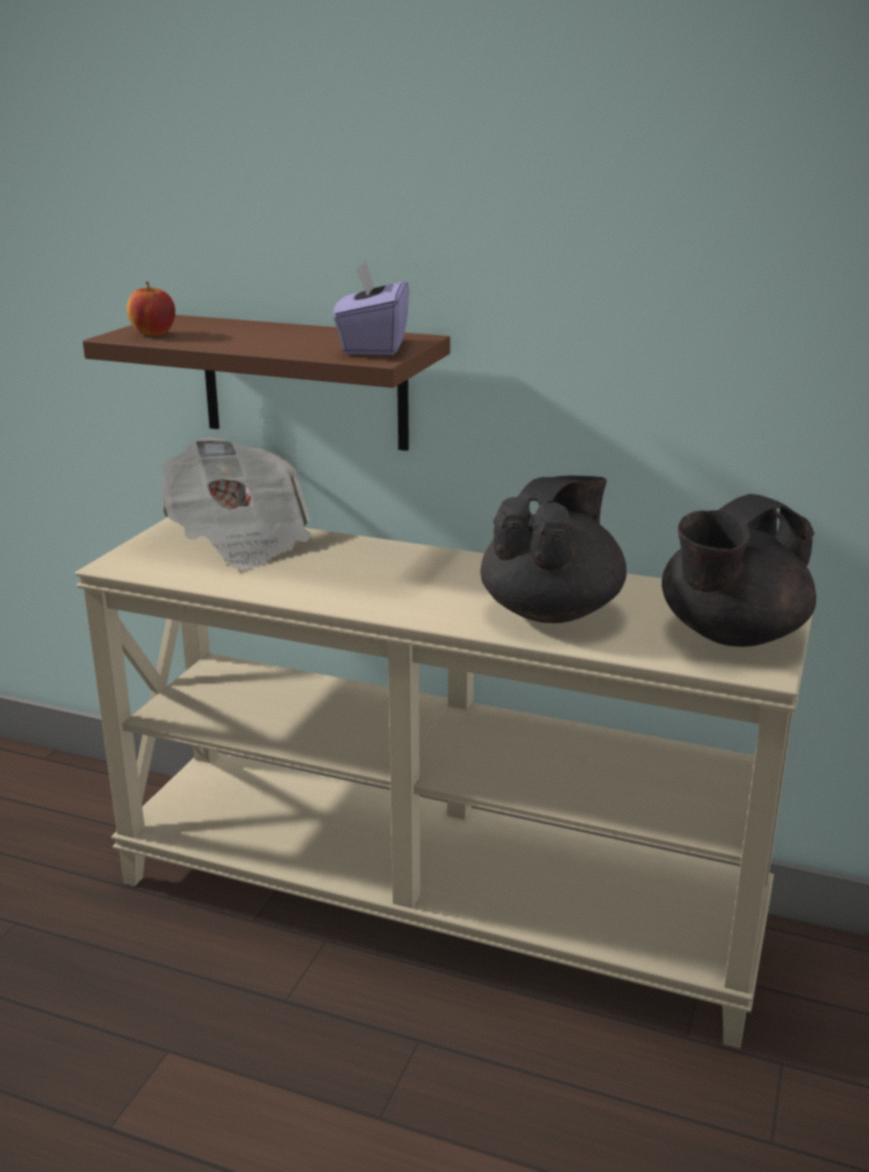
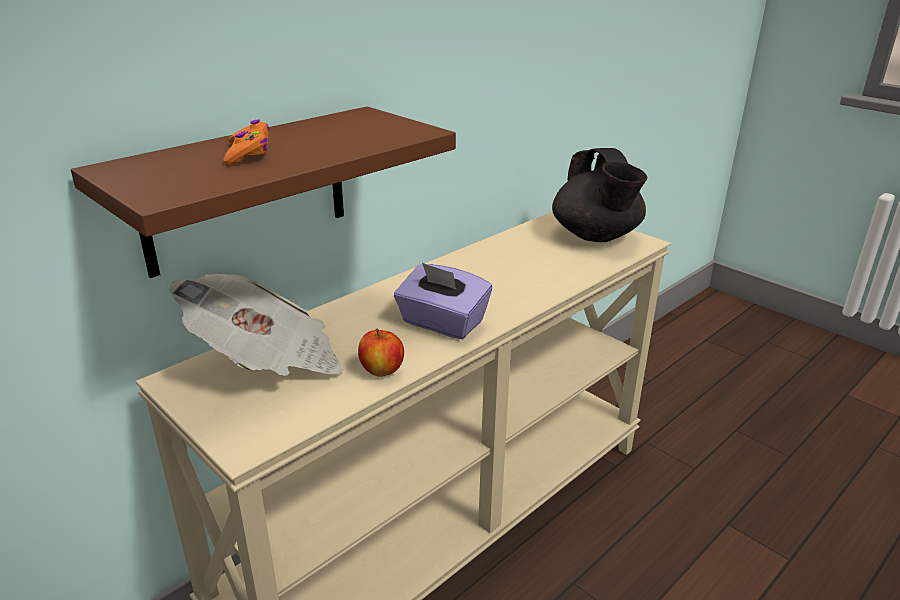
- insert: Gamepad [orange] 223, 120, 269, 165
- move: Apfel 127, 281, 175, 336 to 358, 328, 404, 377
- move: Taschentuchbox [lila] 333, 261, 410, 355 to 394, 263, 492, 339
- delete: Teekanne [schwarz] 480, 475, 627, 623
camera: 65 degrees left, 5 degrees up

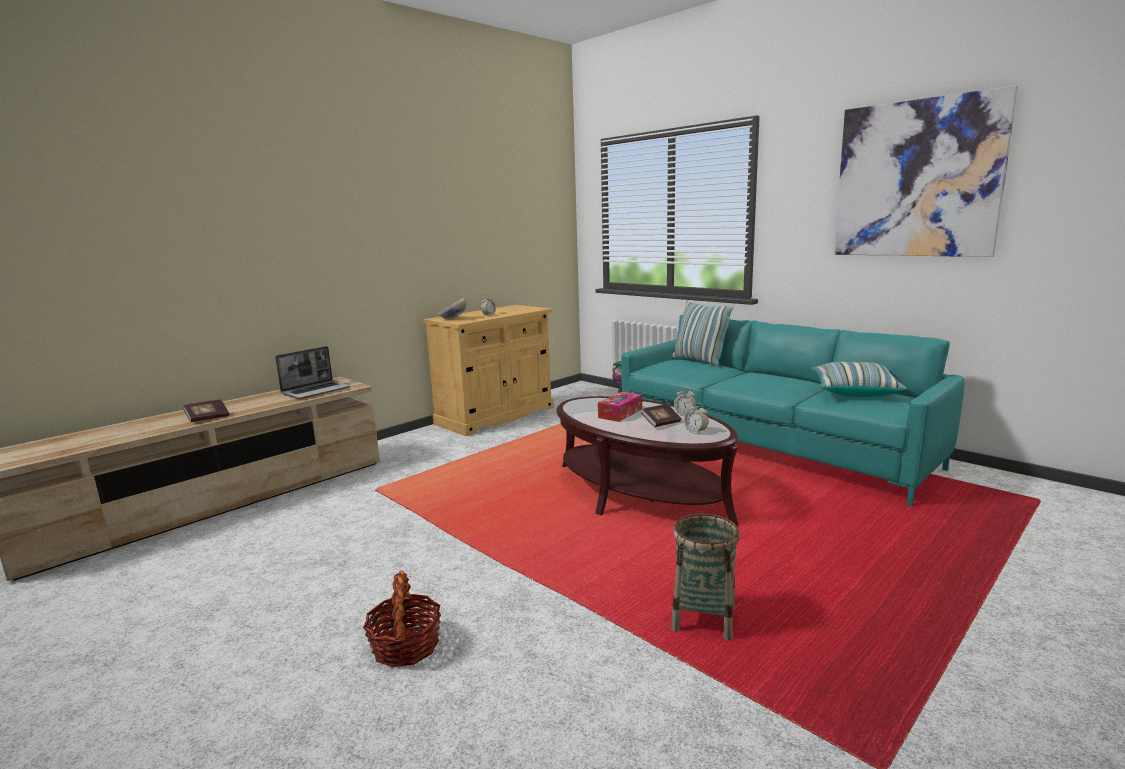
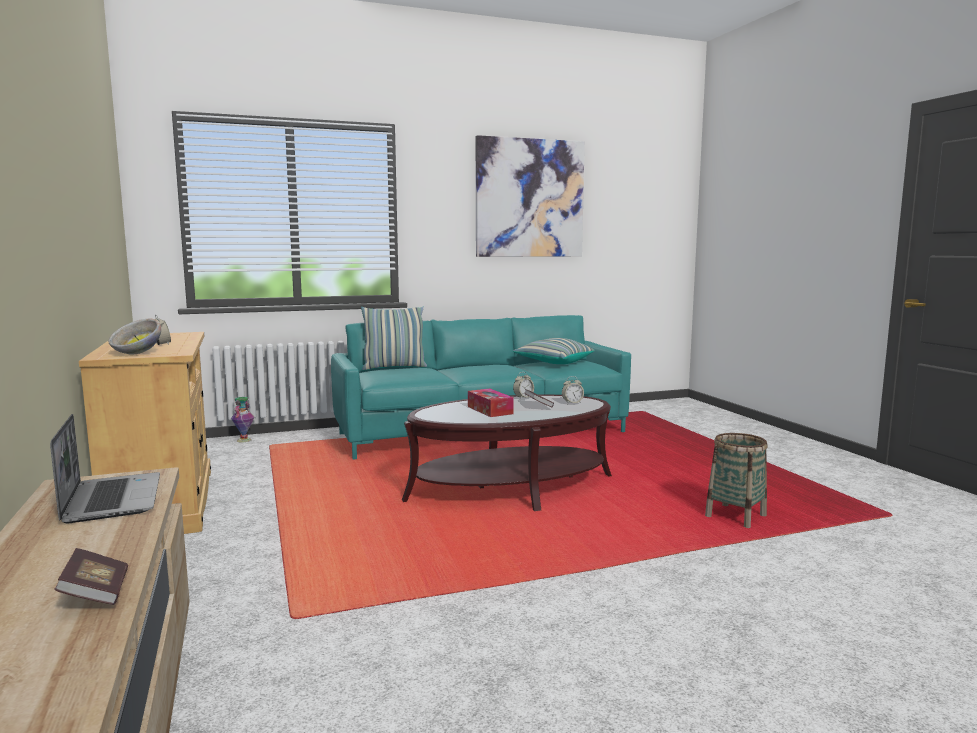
- delete: Korb 363, 571, 441, 668
camera: 65 degrees left, 5 degrees down

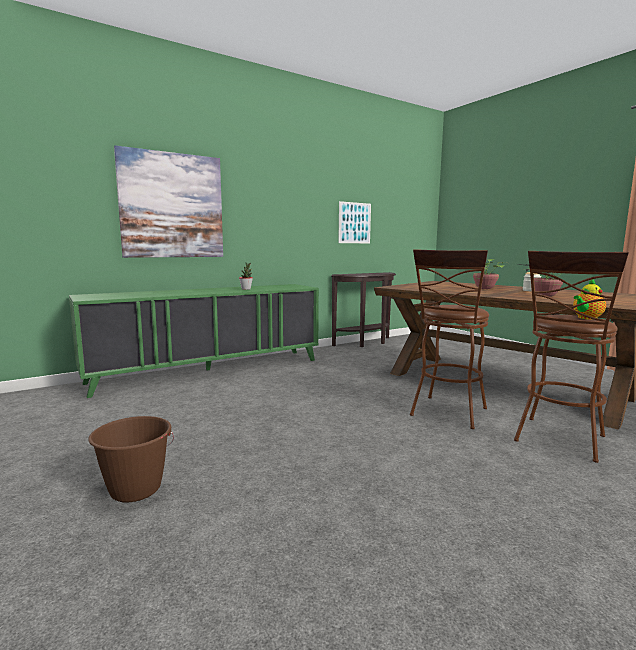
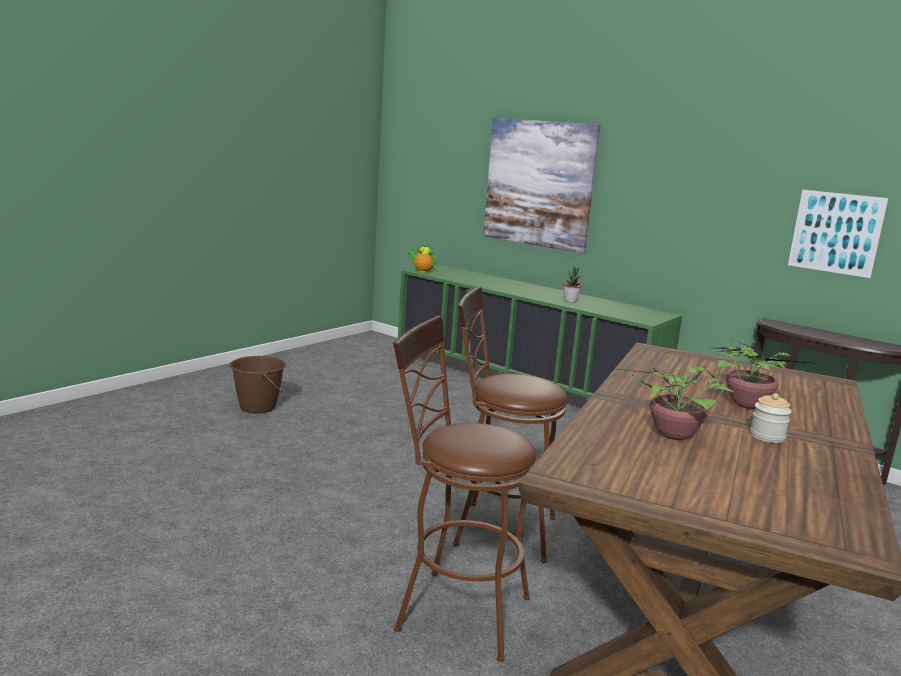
- move: Teekanne 573, 279, 606, 320 to 408, 243, 436, 273
camera: 70 degrees right, 5 degrees up

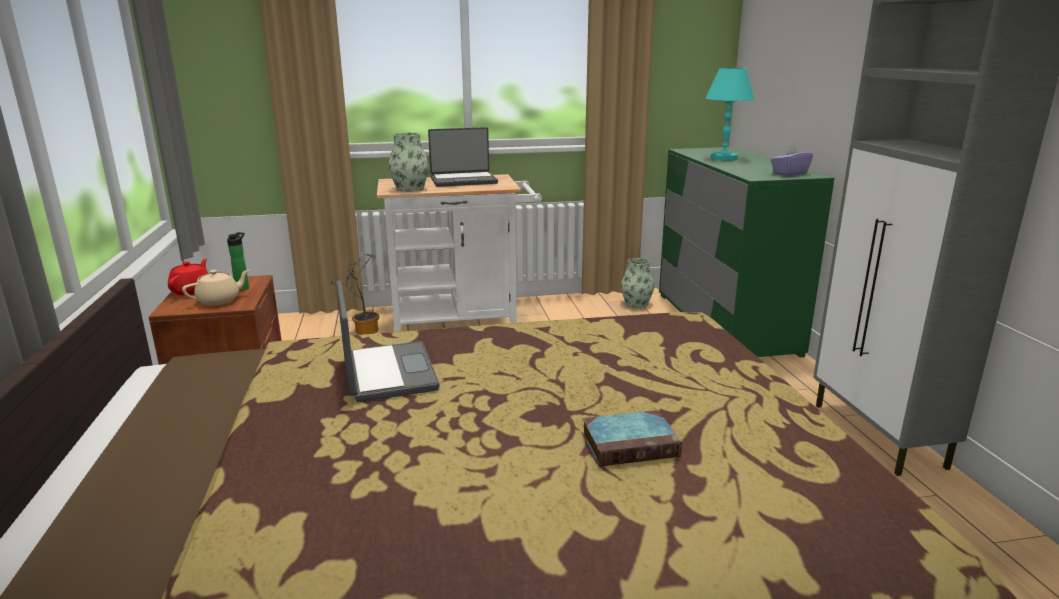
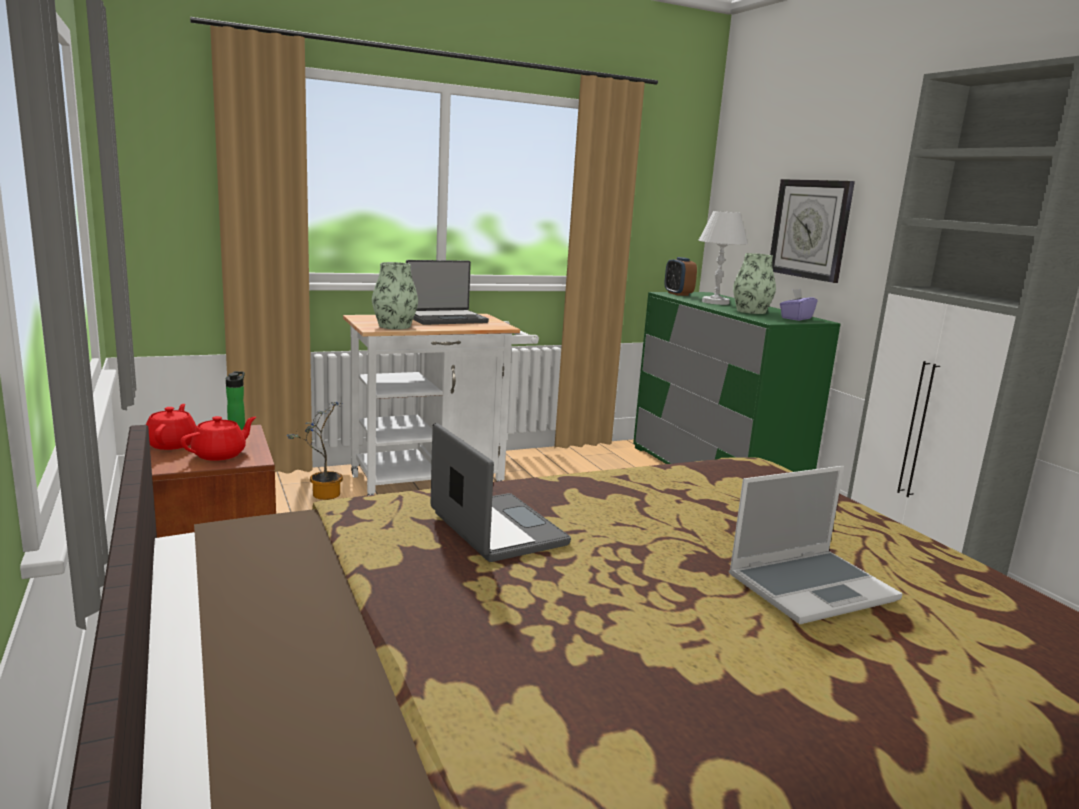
- recolor: Teekanne [beige] 182, 270, 250, 305 to Teekanne [rot] 180, 416, 256, 461
- insert: Wecker 664, 257, 697, 296
- recolor: Tischlampe [türkis] 705, 68, 754, 160 to Tischlampe [weiß] 698, 211, 748, 305
- replace: Buch 582, 410, 682, 467 to Laptop 729, 466, 903, 624
- move: Vase 621, 258, 654, 308 to 733, 253, 776, 314
- insert: Wanduhr 770, 179, 855, 283
camera: 15 degrees left, 5 degrees down

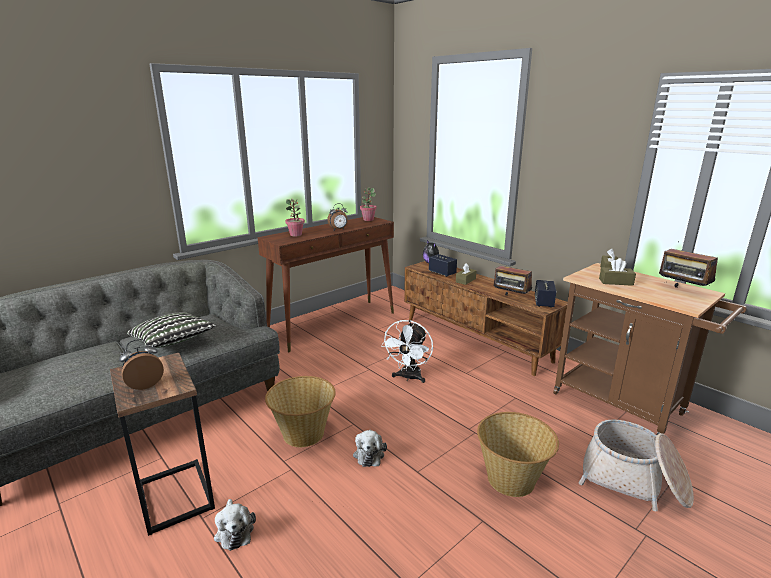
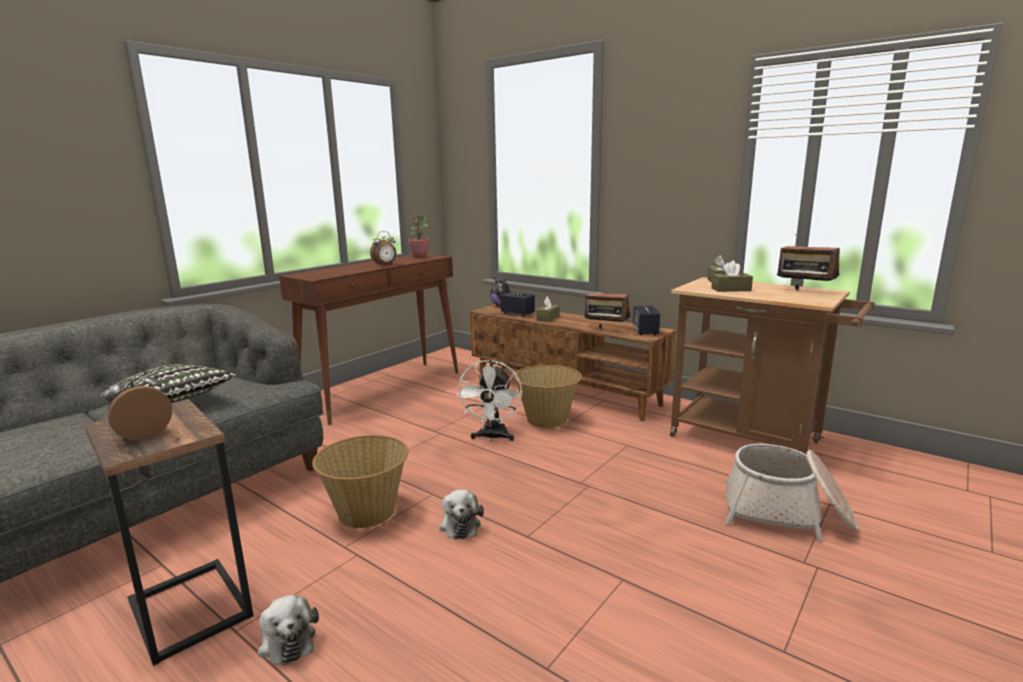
- move: Korb 477, 412, 559, 497 to 514, 365, 582, 428
- delete: Topfpflanze 285, 199, 305, 236
camera: 10 degrees left, 5 degrees down

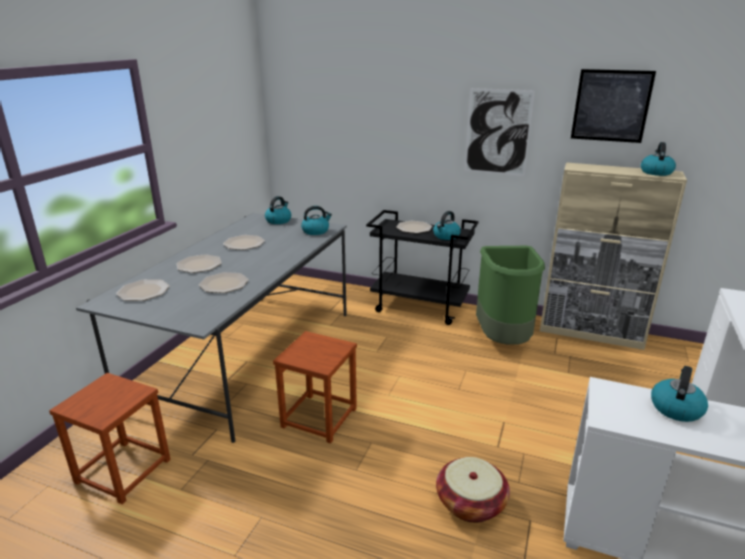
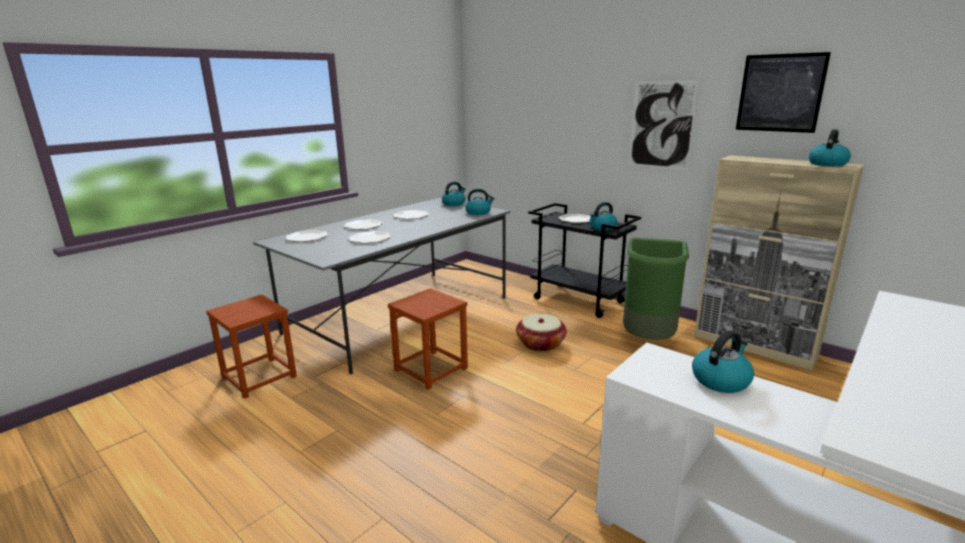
- move: Korb 436, 457, 510, 523 to 516, 314, 567, 351
camera: 20 degrees right, 5 degrees down

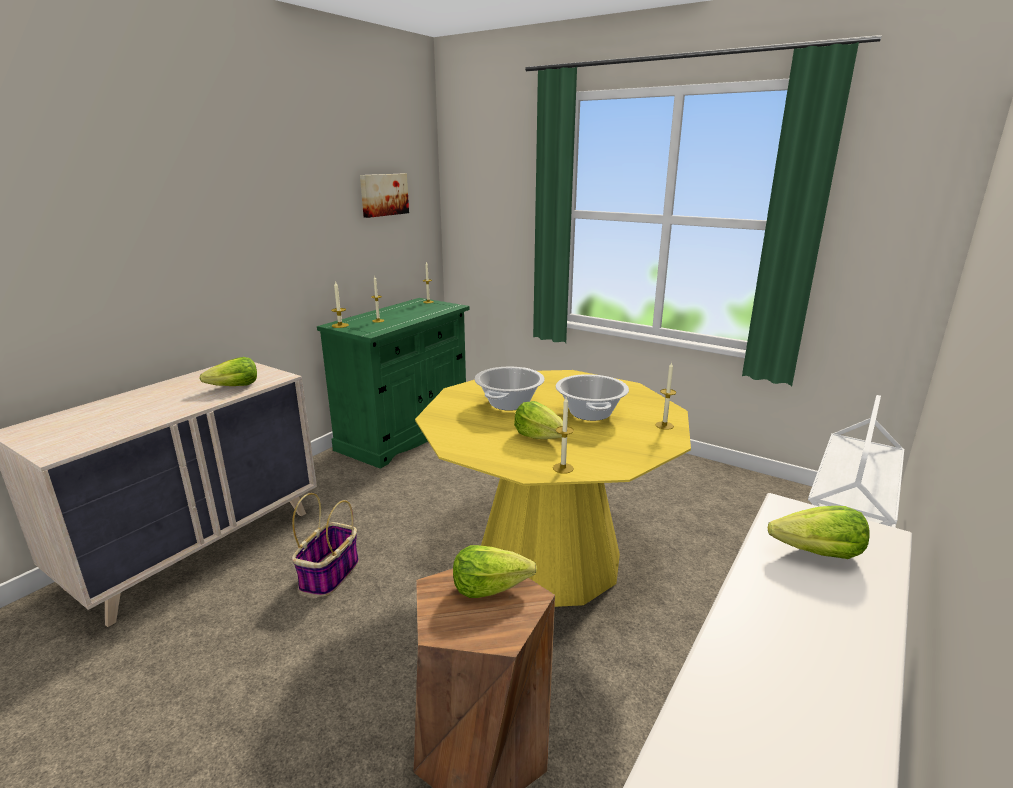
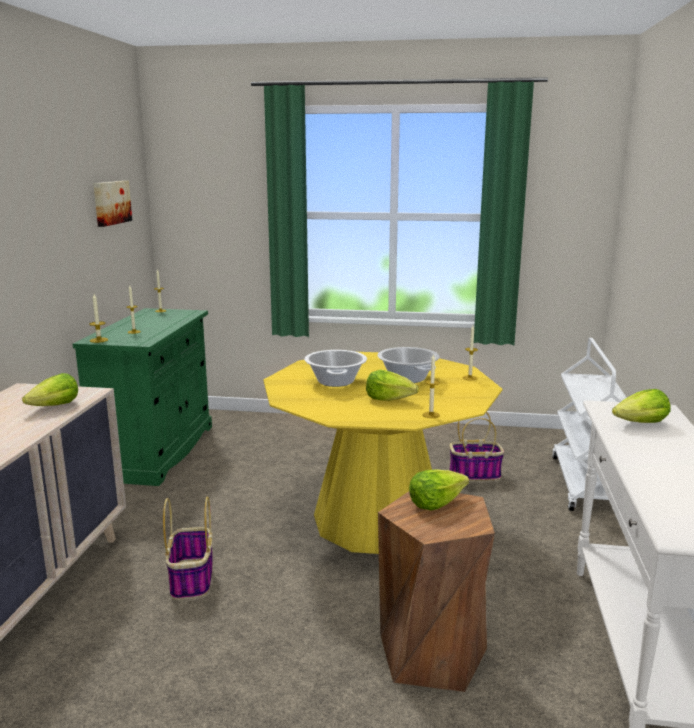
- insert: Korb 449, 412, 504, 481
camera: 25 degrees left, 5 degrees down

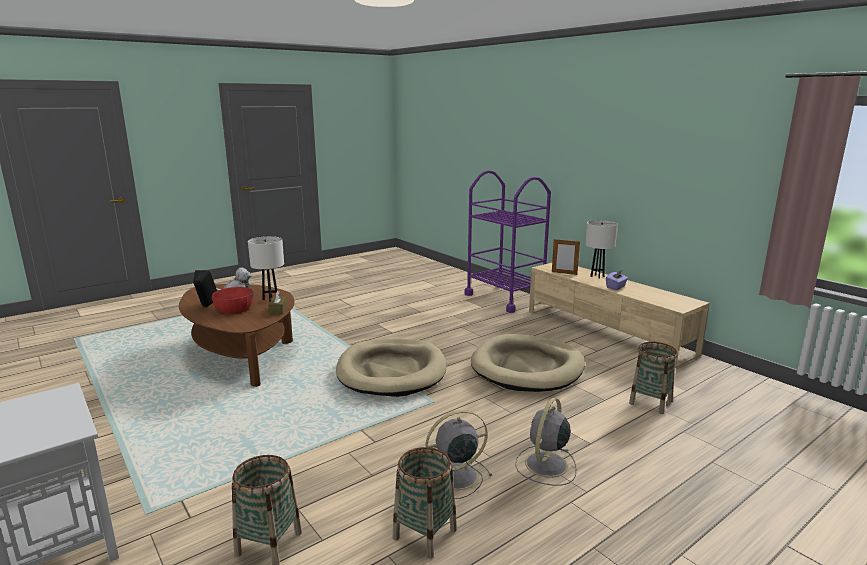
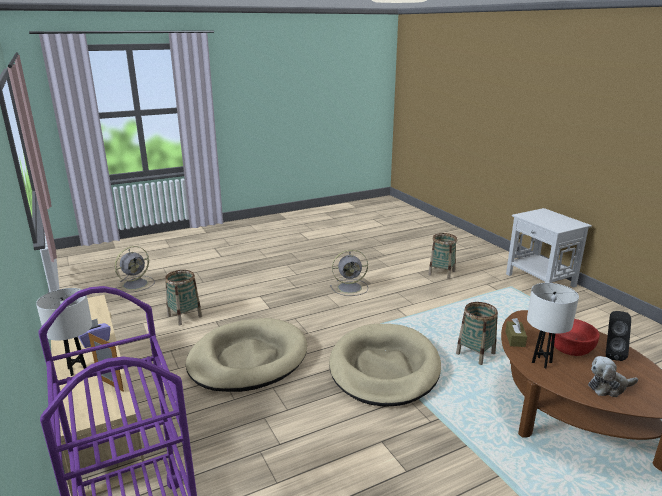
- move: Ventilator [grau] 515, 398, 576, 486 to 115, 246, 155, 292
- move: Korb 393, 447, 457, 558 to 456, 302, 498, 365
camera: 170 degrees left, 5 degrees up

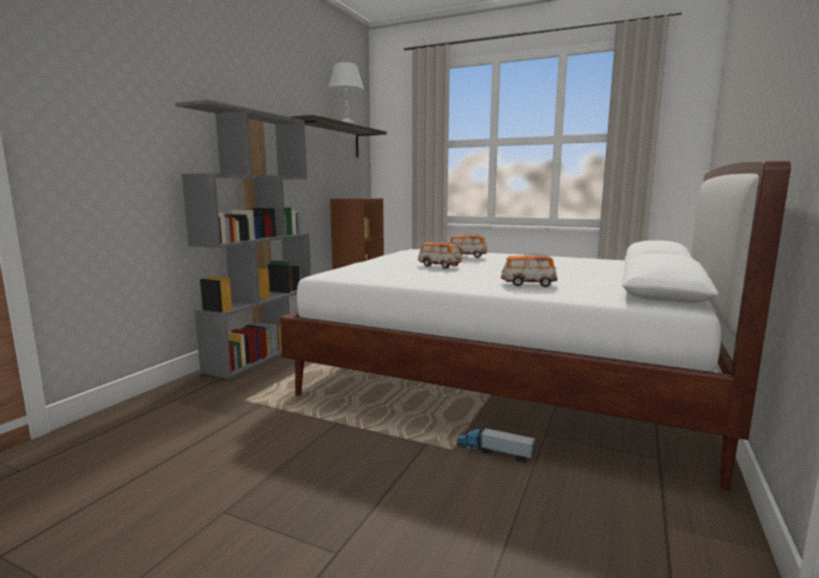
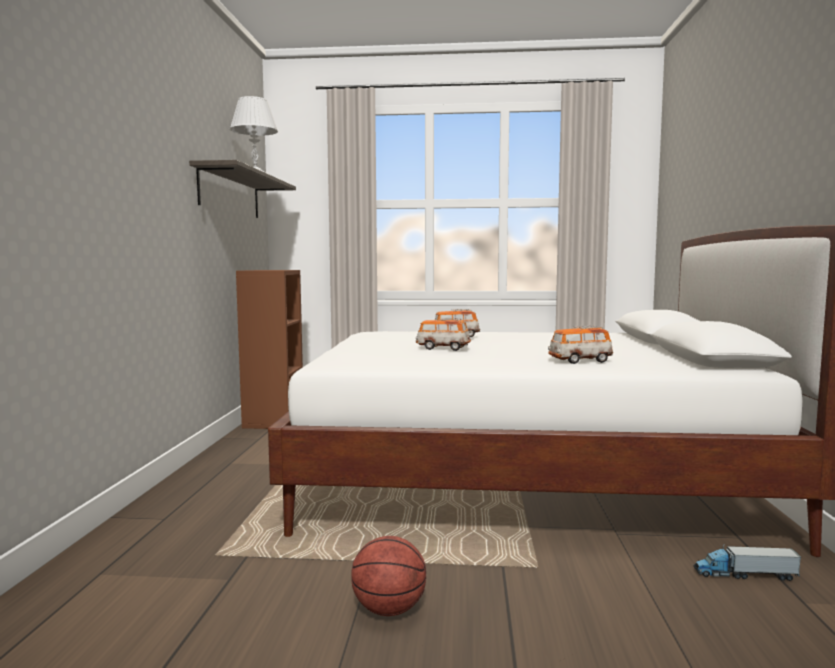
- insert: Basketball 351, 536, 426, 616
- move: Spielzeuglaster 457, 426, 536, 463 to 693, 544, 801, 581
- delete: Bücherregal [grau] 175, 100, 311, 379
camera: 20 degrees left, 5 degrees down

